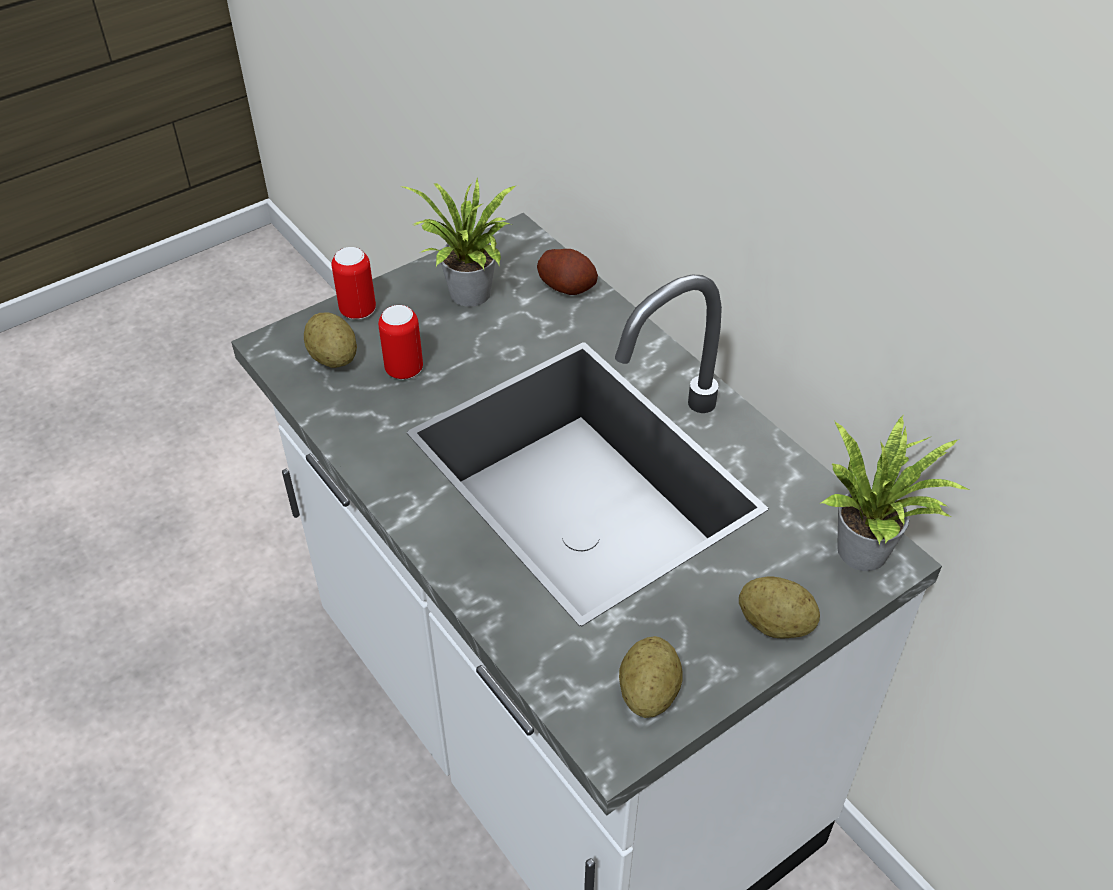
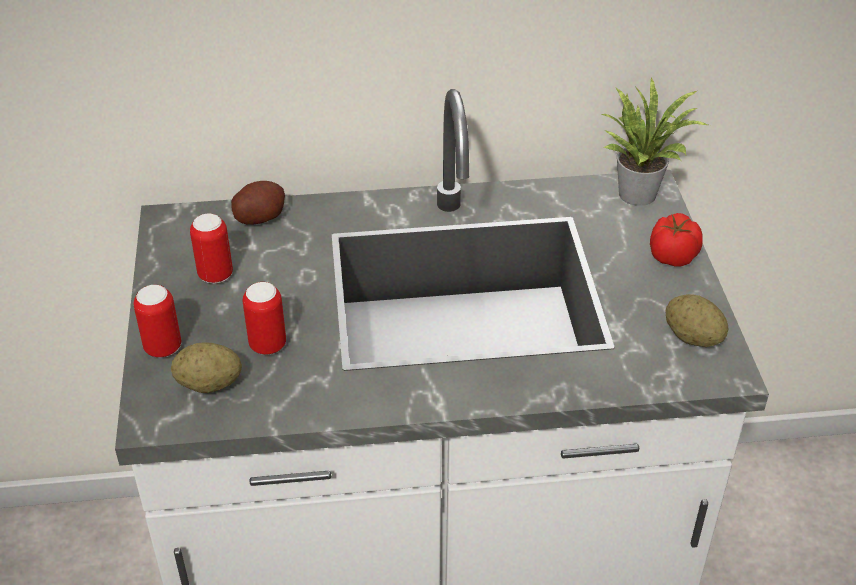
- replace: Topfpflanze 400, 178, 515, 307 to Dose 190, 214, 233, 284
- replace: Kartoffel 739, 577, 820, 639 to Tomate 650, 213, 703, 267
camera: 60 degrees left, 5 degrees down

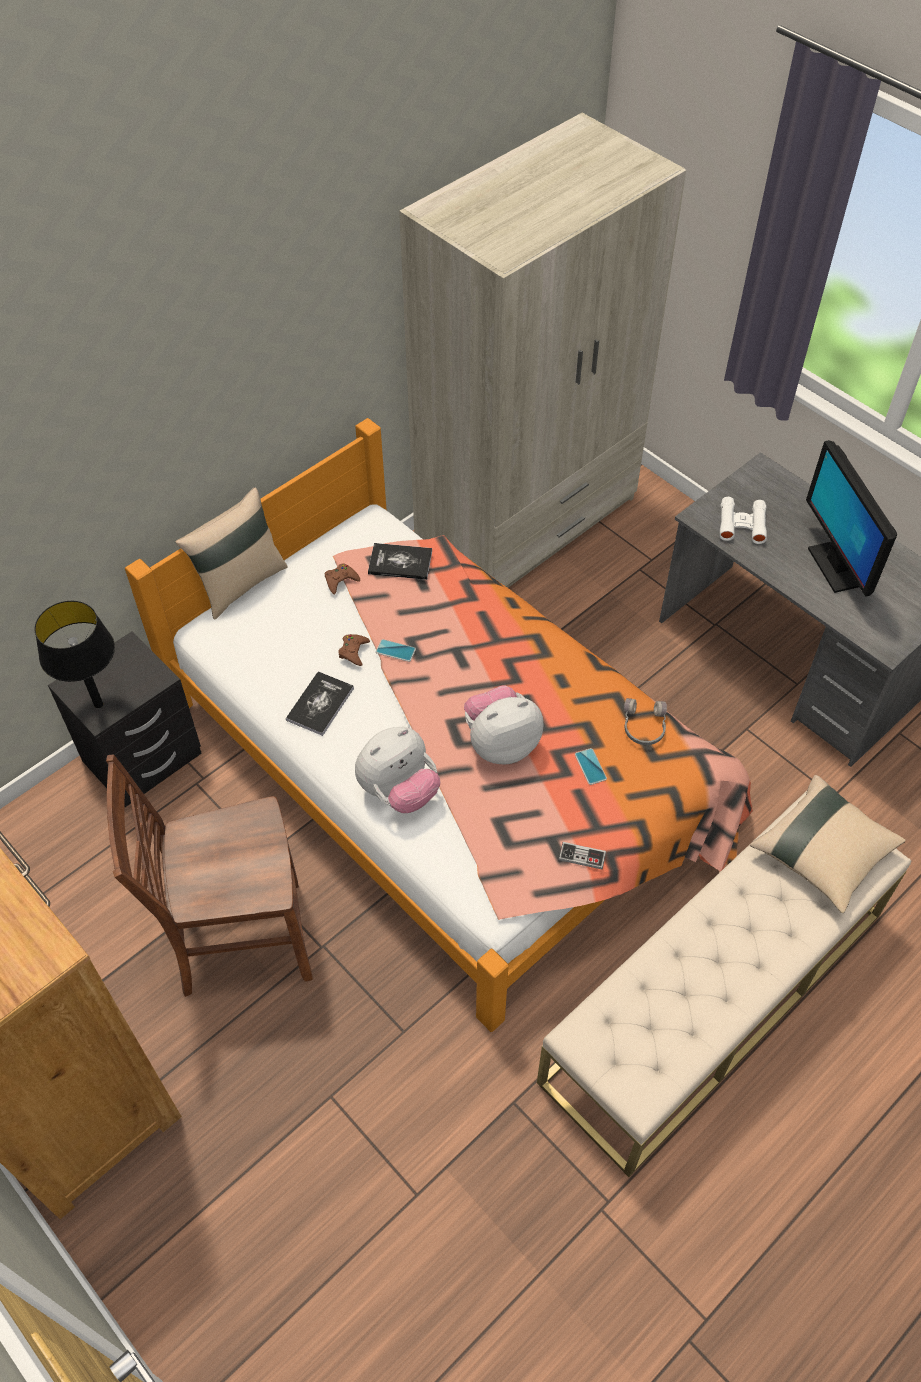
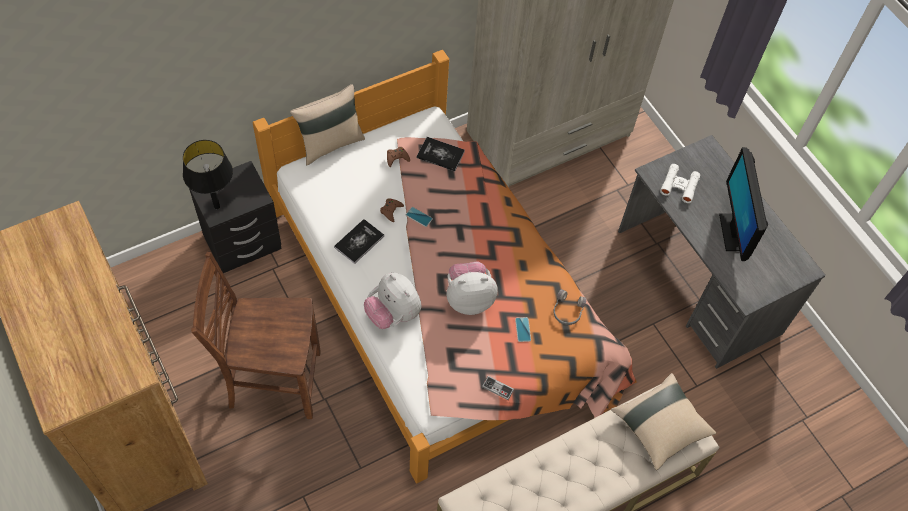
- rotate: Plüschtier 355, 727, 440, 813 = 364, 273, 421, 329 75 degrees clockwise
camera: 10 degrees right, 5 degrees up

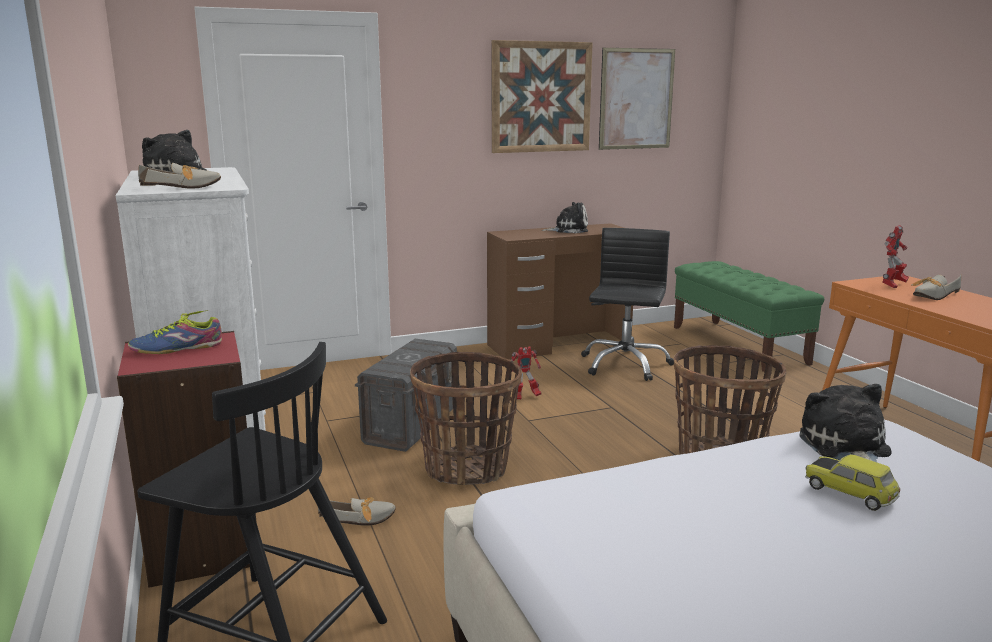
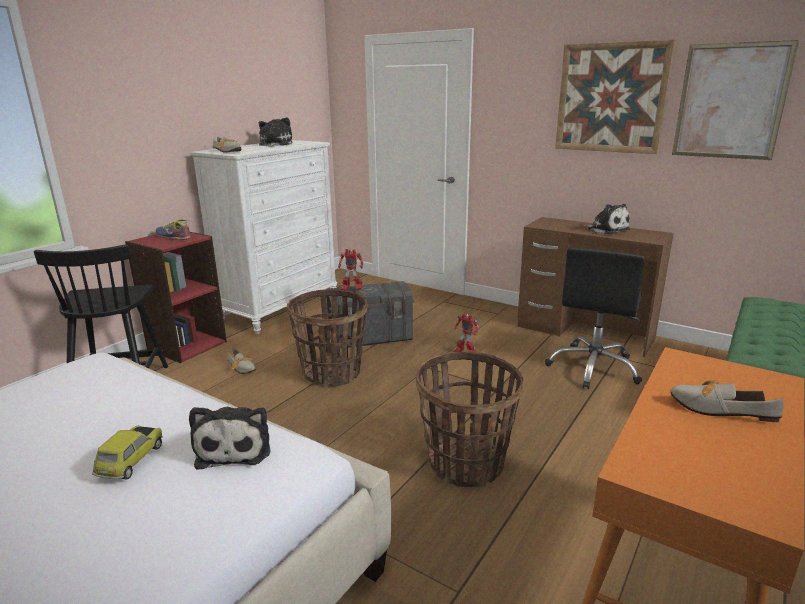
- rotate: Plüschtier 799, 384, 892, 462 = 189, 407, 270, 469 120 degrees clockwise
- move: Spielzeugroboter 882, 225, 909, 288 to 338, 249, 363, 290
- rotate: Bürostuhl [schwarz] 581, 228, 674, 381 = 545, 247, 644, 389 135 degrees clockwise
camera: 55 degrees right, 5 degrees up

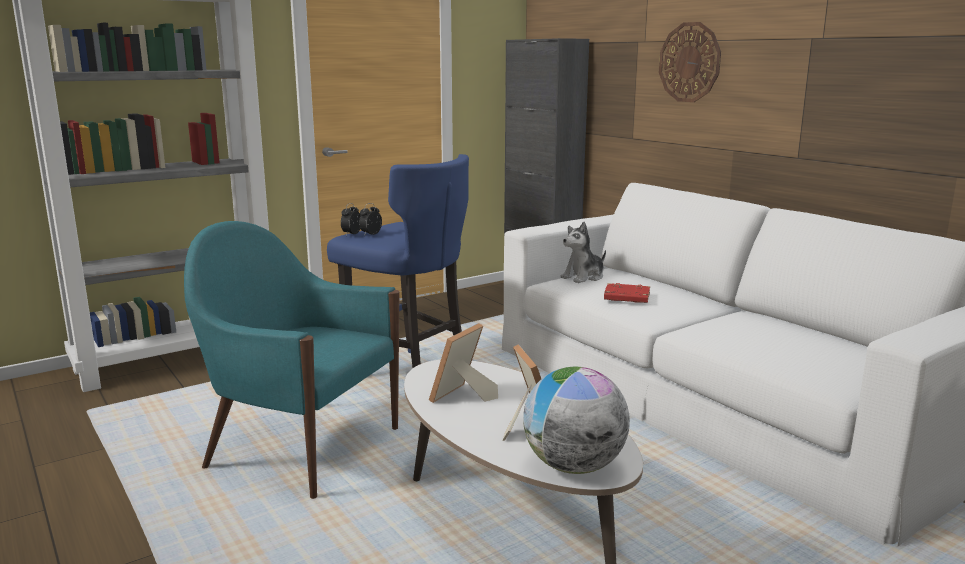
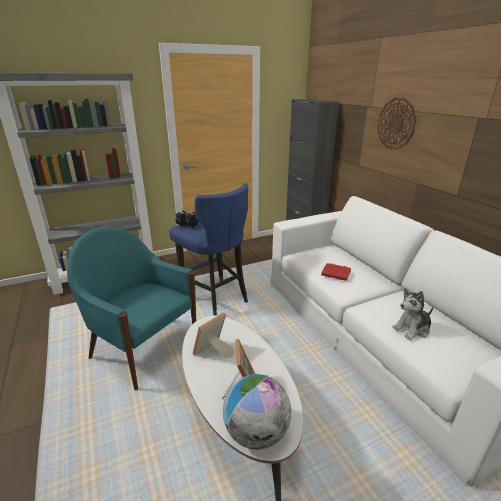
- move: Plüschtier 560, 222, 606, 283 to 392, 288, 433, 340
camera: 10 degrees right, 10 degrees up

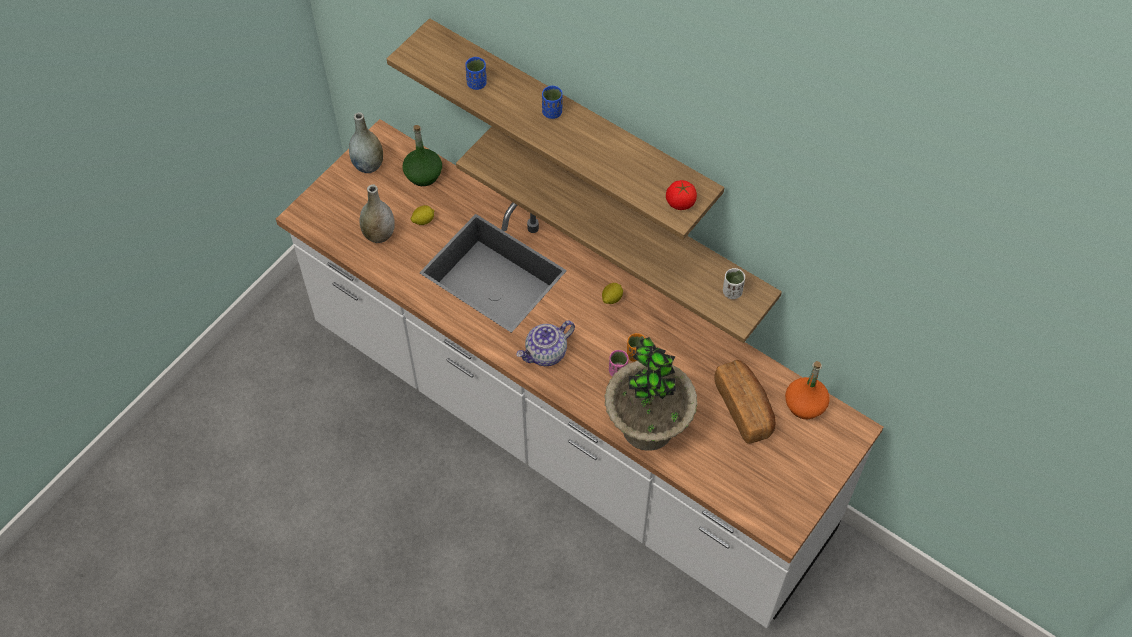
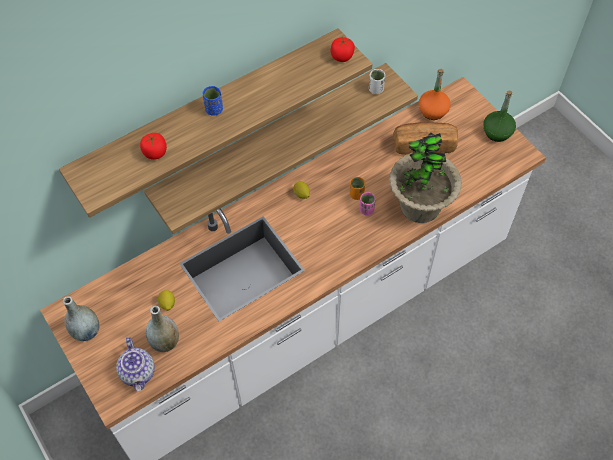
- move: Teekanne 516, 321, 575, 366 to 116, 337, 155, 391
- replace: Tasse [blau] 465, 57, 487, 90 to Tomate 140, 133, 167, 160
- move: Flasche [grün] 403, 125, 442, 186 to 483, 91, 516, 142
camera: 70 degrees left, 0 degrees up

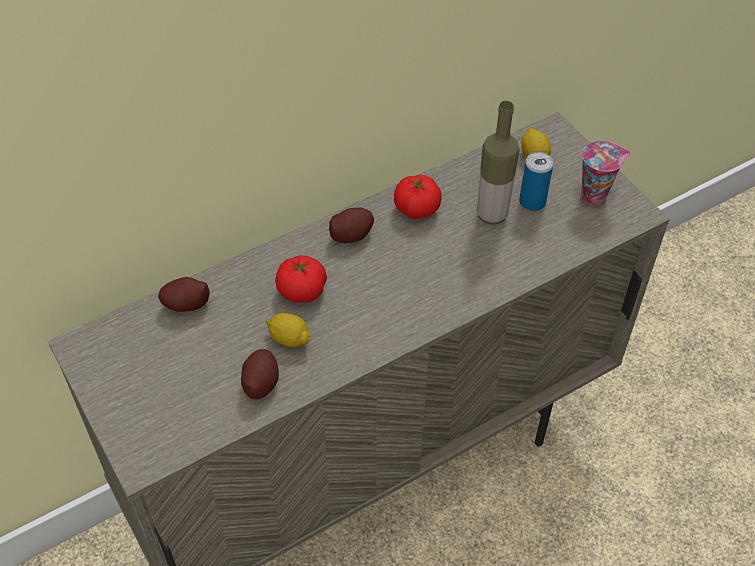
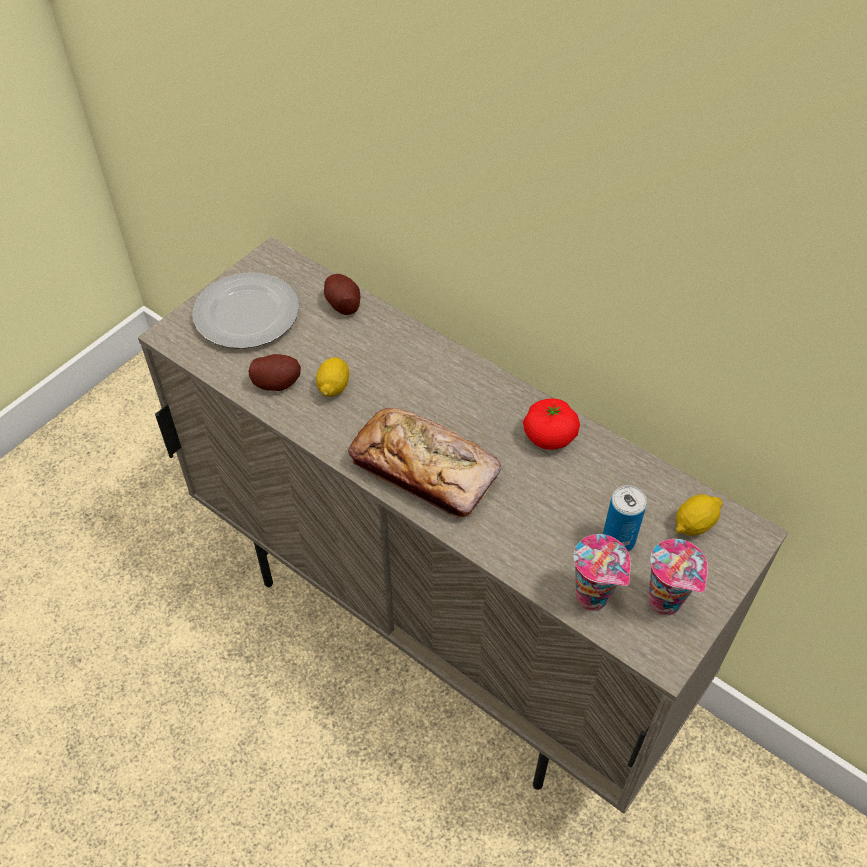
- insert: Teller 192, 272, 299, 349
- insert: Brot 348, 408, 501, 518
- insert: Tasse 574, 534, 630, 611
- delete: Tomate 275, 255, 327, 303
- delete: Kartoffel 329, 208, 374, 243
- delete: Flasche 477, 101, 519, 225
camera: 70 degrees right, 0 degrees up

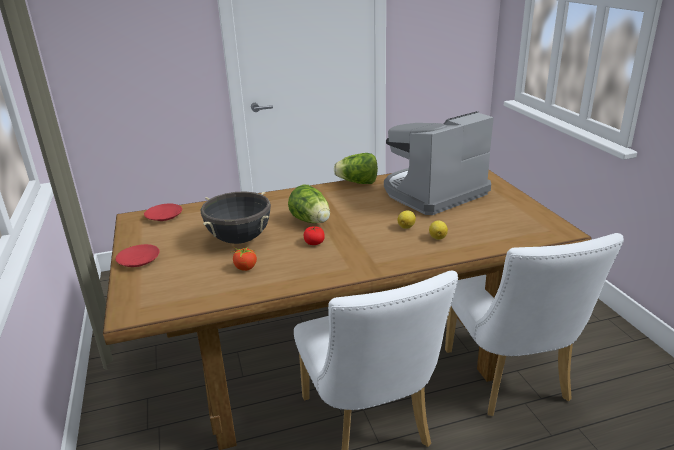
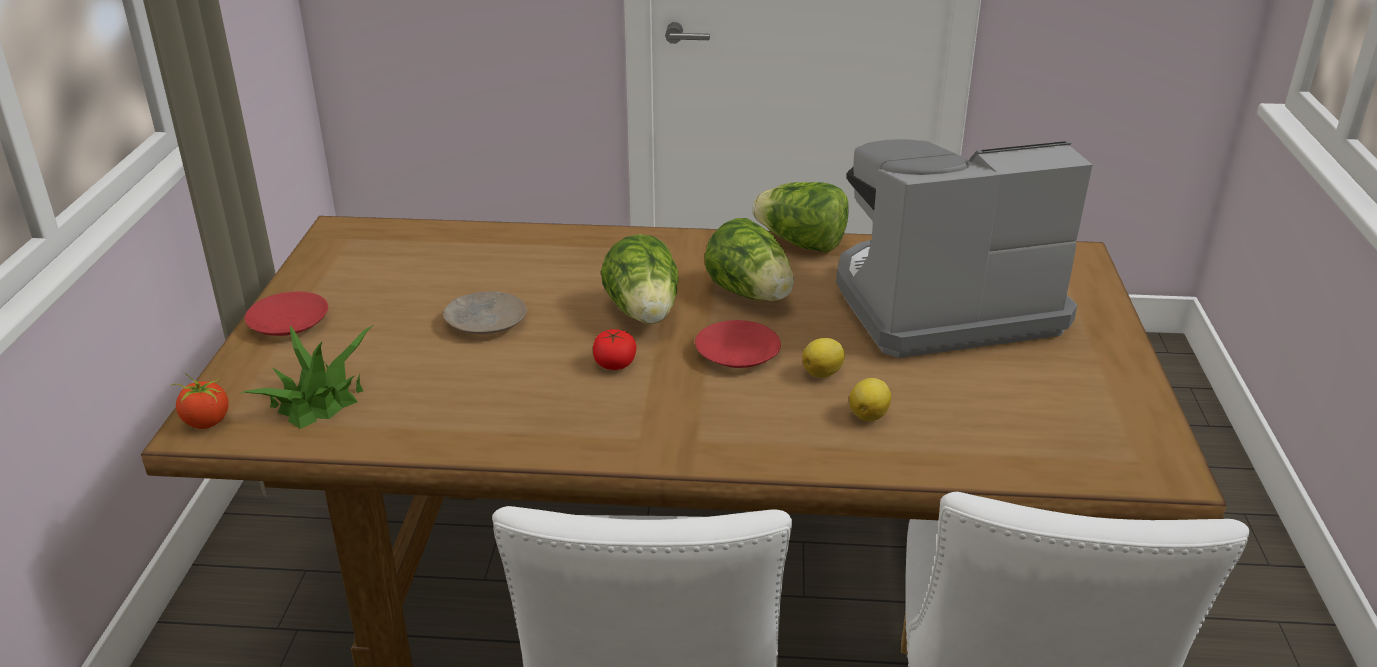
- move: Tomate 231, 246, 257, 271 to 170, 373, 229, 429
- insert: Topfpflanze 240, 325, 373, 429
- replace: Kochtopf [schwarz] 201, 191, 271, 244 to Teller [beige] 443, 291, 527, 334
- move: Teller [rot] 144, 203, 182, 221 to 695, 320, 781, 368
- insert: Salatkopf 704, 218, 794, 301
camera: 20 degrees right, 5 degrees up

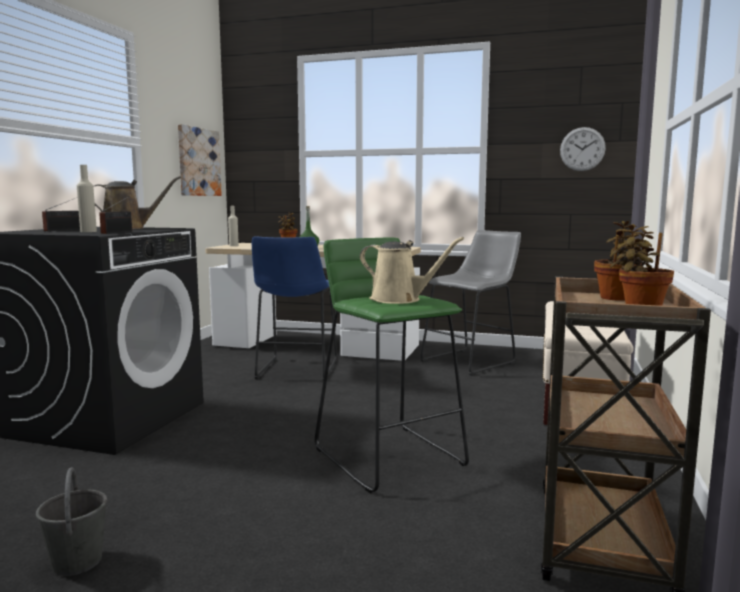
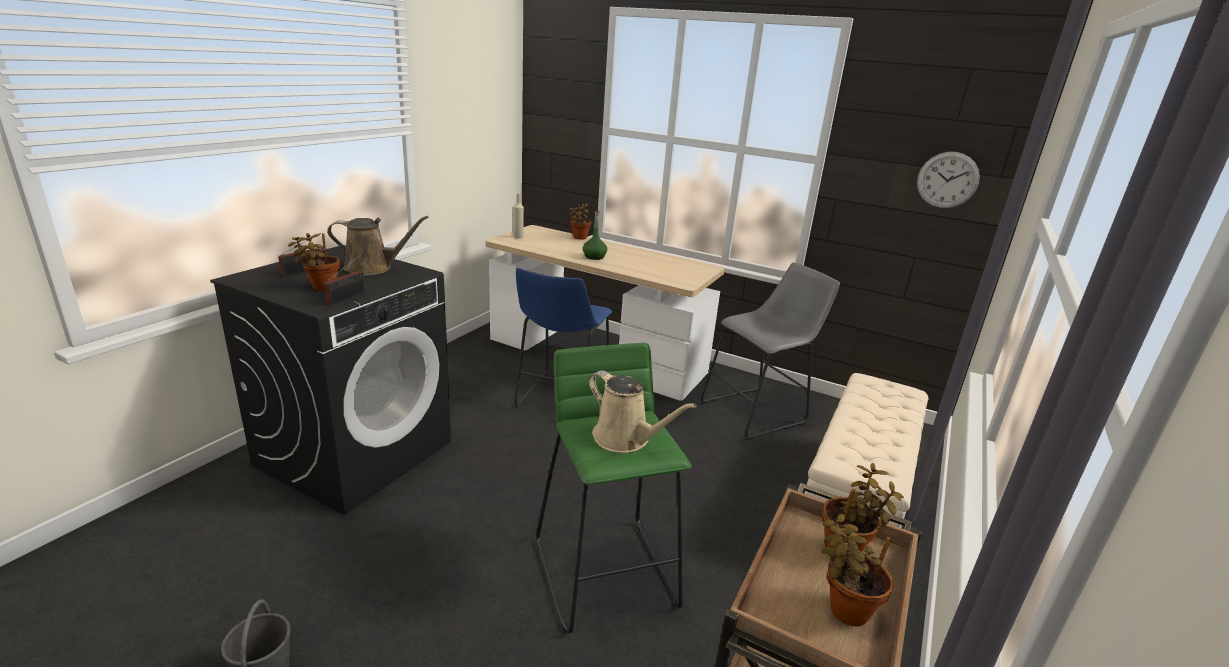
- replace: Flasche [beige] 77, 165, 97, 232 to Topfpflanze 288, 233, 340, 291
- delete: Bild 178, 124, 222, 196
camera: 10 degrees right, 15 degrees up

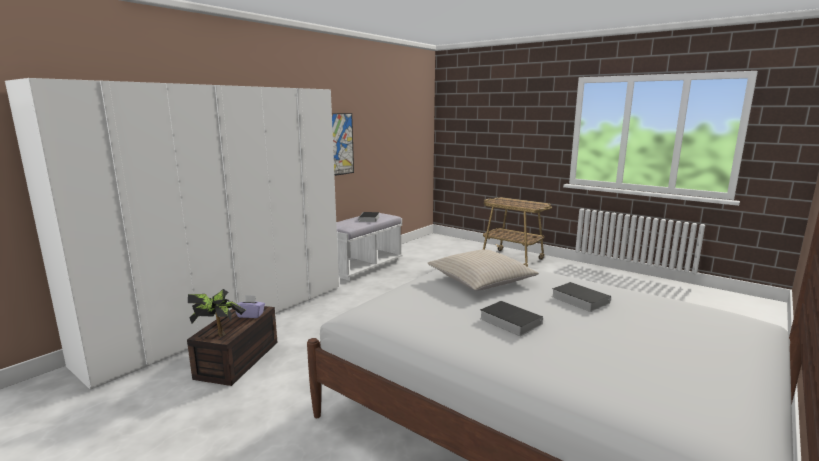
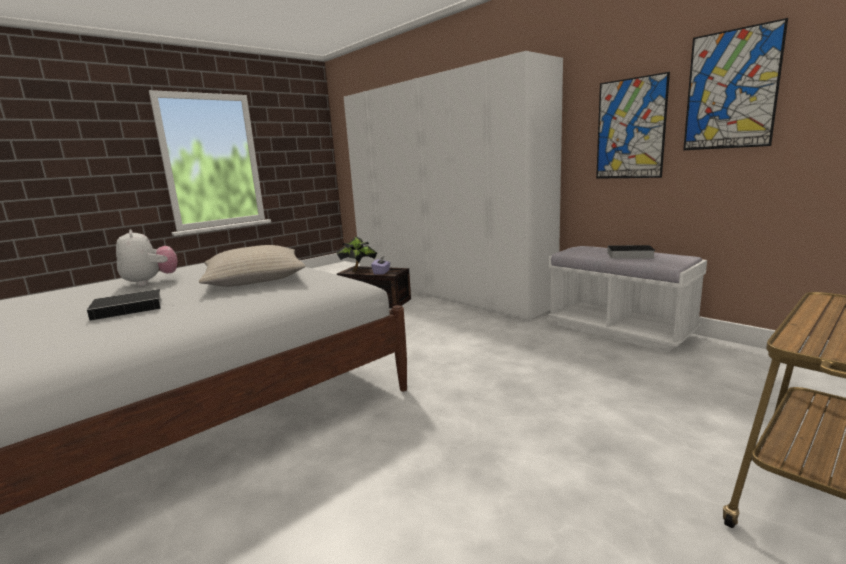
- replace: Buch 479, 301, 543, 336 to Plüschtier 116, 229, 178, 286
- insert: Bild 683, 18, 788, 150
camera: 100 degrees right, 0 degrees up

